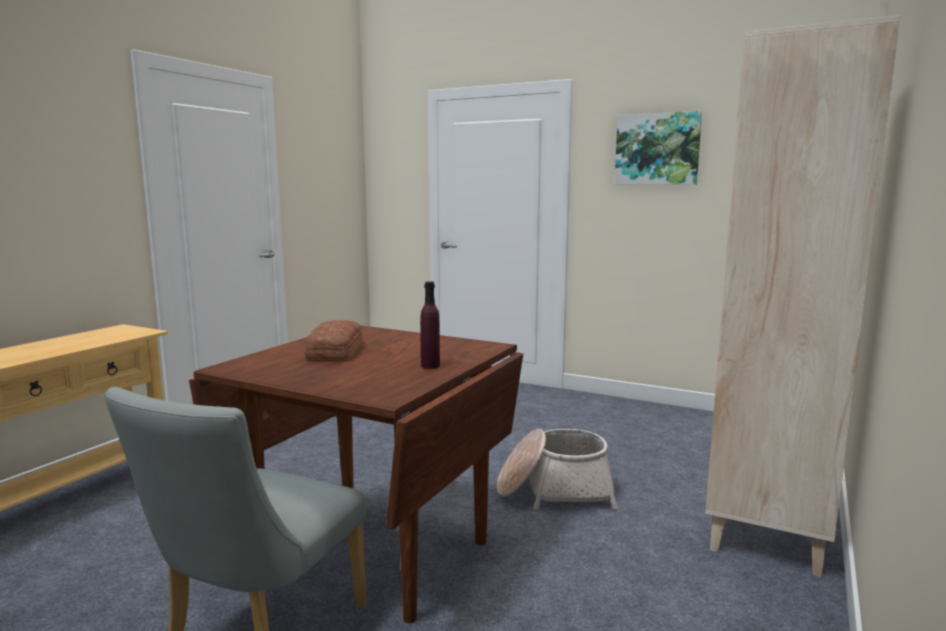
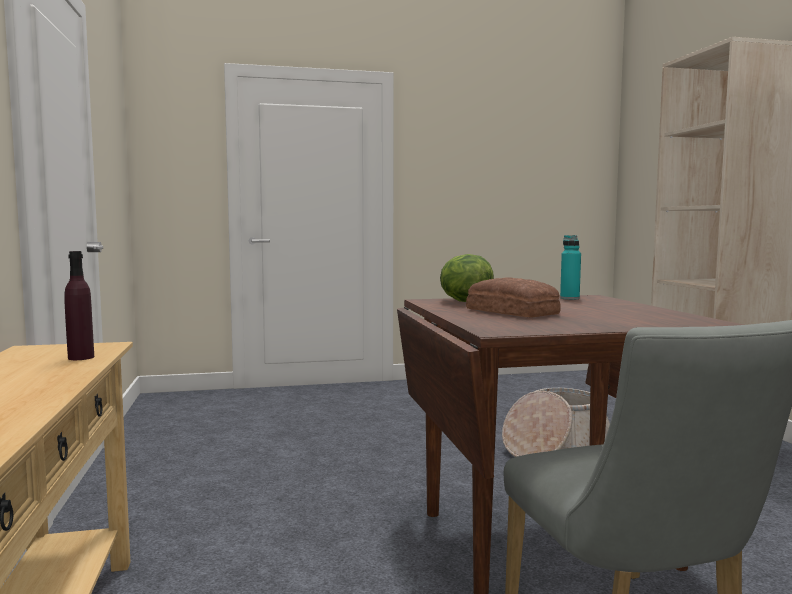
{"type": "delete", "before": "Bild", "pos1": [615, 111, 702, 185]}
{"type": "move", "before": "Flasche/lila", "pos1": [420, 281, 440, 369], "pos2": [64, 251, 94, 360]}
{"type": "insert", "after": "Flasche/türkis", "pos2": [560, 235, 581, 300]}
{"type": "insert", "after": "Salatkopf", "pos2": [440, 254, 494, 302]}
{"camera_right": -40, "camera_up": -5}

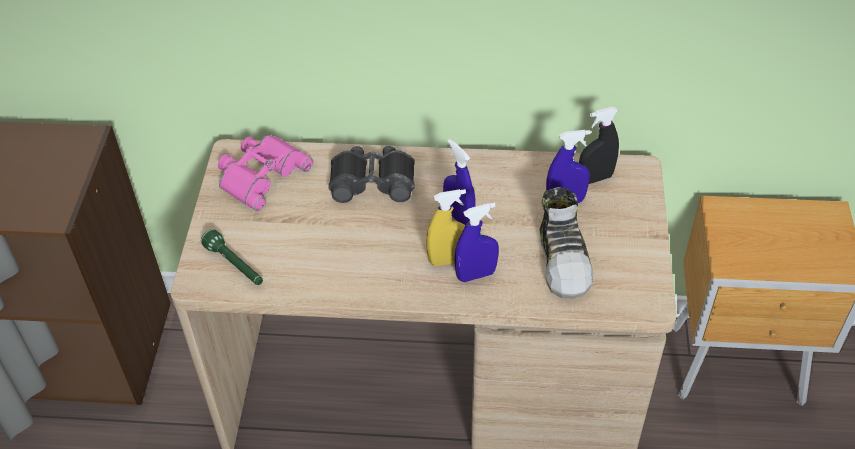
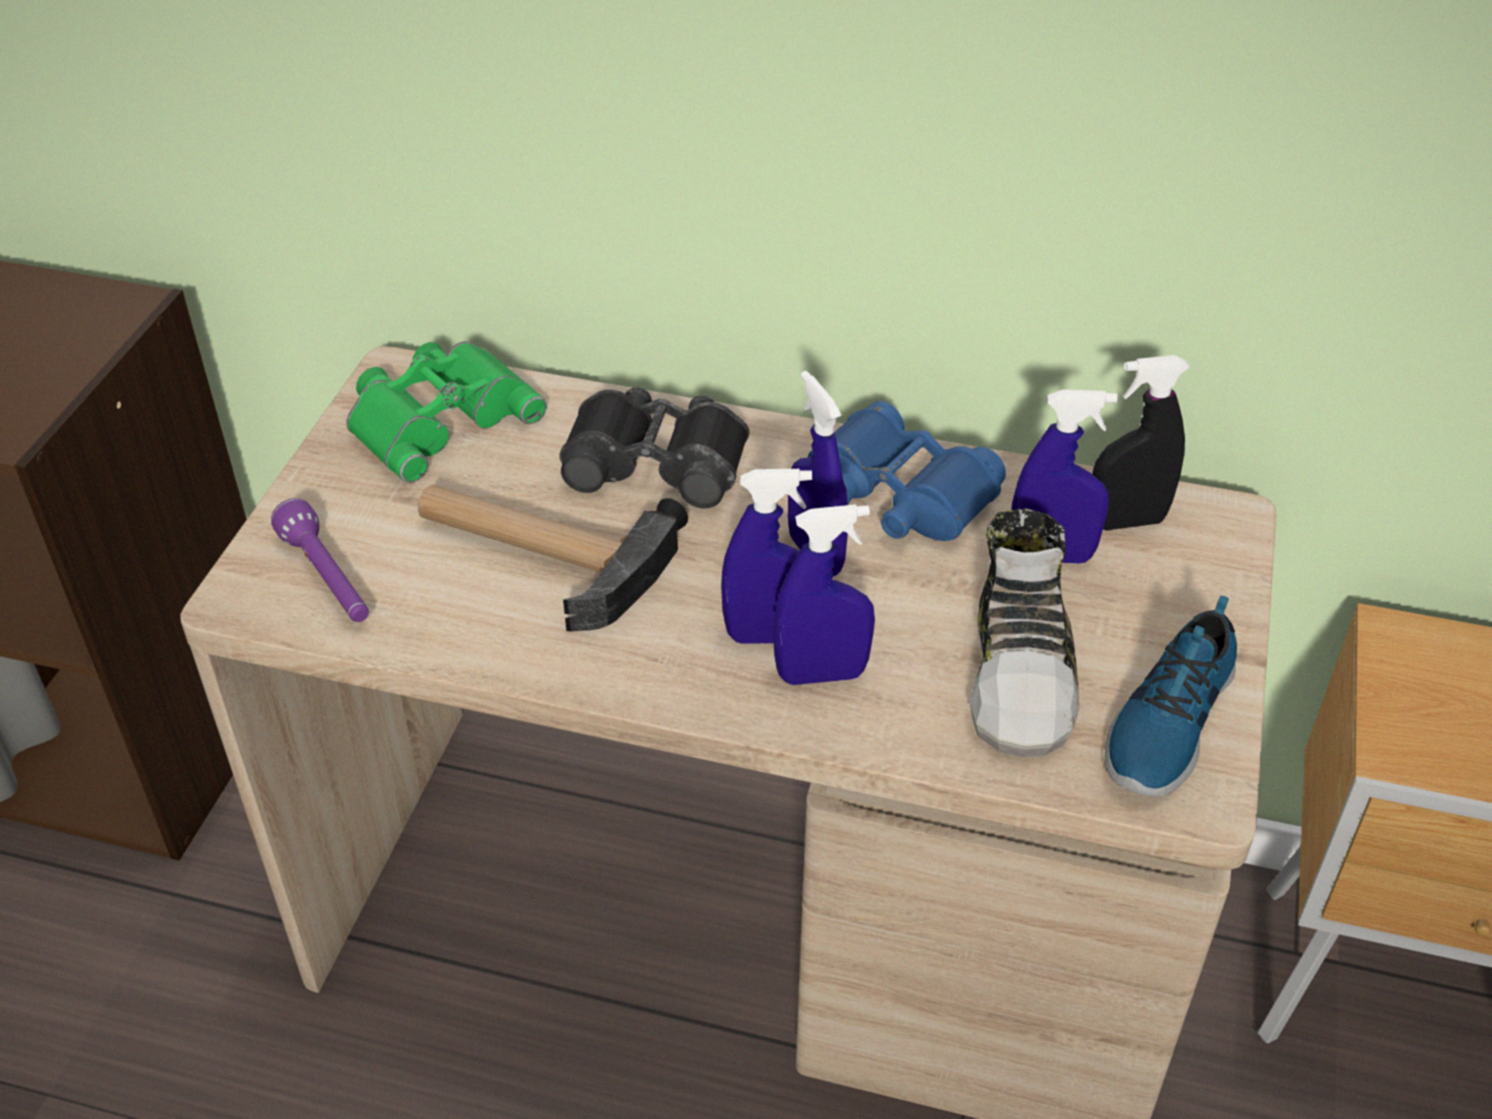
{"type": "recolor", "before": "Fernglas/rosa", "after": "Fernglas/grün", "pos1": [218, 135, 313, 211], "pos2": [346, 341, 547, 483]}
{"type": "recolor", "before": "Sprühflasche/gelb", "after": "Sprühflasche/blau", "pos1": [426, 189, 466, 266], "pos2": [721, 469, 812, 643]}
{"type": "recolor", "before": "Taschenlampe/grün", "after": "Taschenlampe/lila", "pos1": [201, 229, 263, 285], "pos2": [271, 498, 369, 622]}
{"type": "insert", "after": "Fernglas/blau", "pos2": [808, 401, 1006, 541]}
{"type": "insert", "after": "Hammer", "pos2": [418, 485, 688, 631]}
{"type": "insert", "after": "Schuh", "pos2": [1105, 596, 1237, 797]}
{"camera_right": 10, "camera_up": -5}

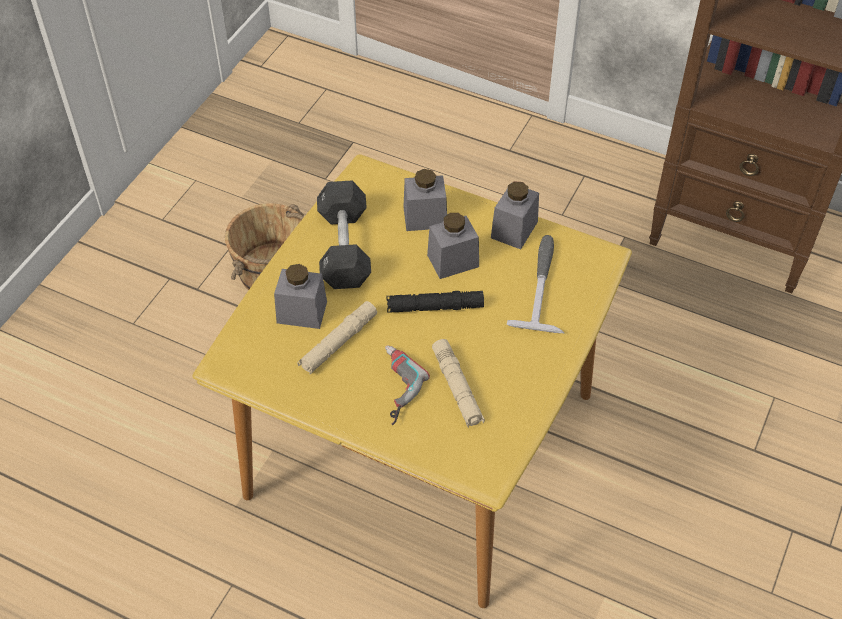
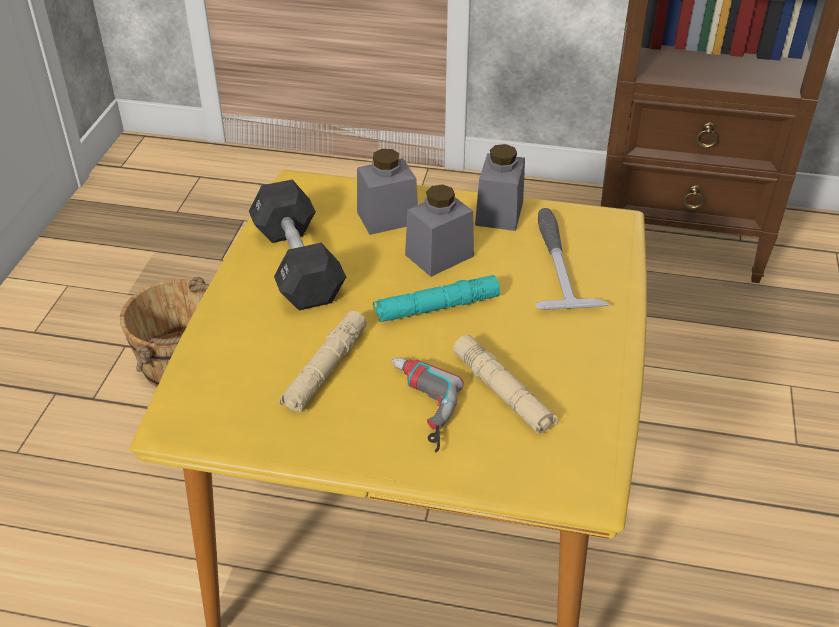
{"type": "delete", "before": "Vorratsglas/grau", "pos1": [274, 264, 327, 329]}
{"type": "recolor", "before": "Taschenlampe/schwarz", "after": "Taschenlampe/türkis", "pos1": [386, 291, 484, 312], "pos2": [373, 275, 500, 322]}
{"camera_right": -15, "camera_up": -10}

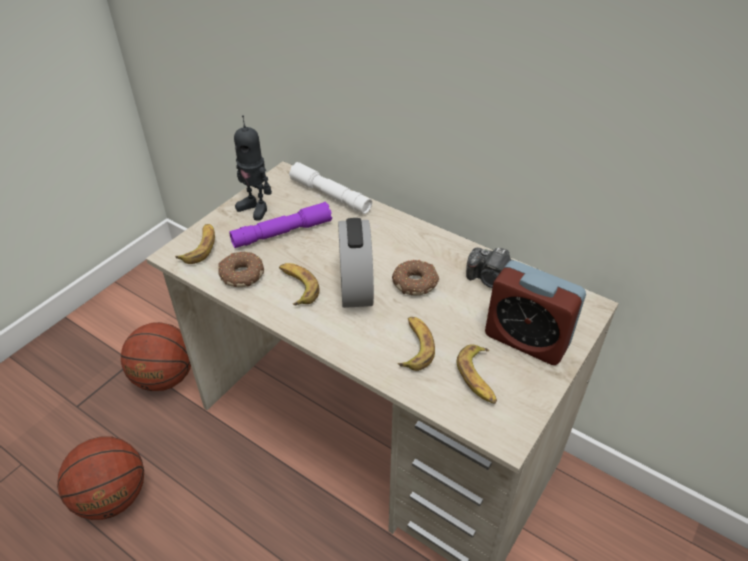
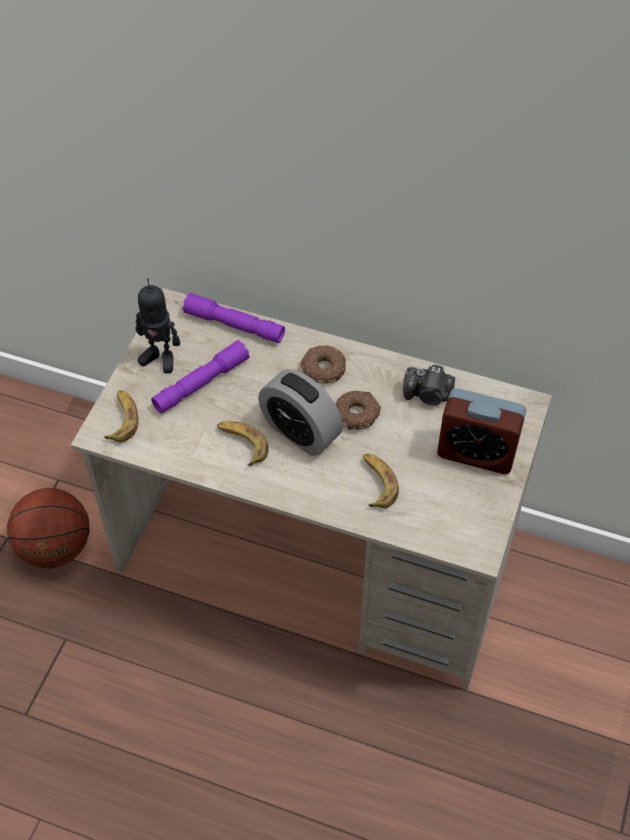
{"type": "recolor", "before": "Taschenlampe/weiß", "after": "Taschenlampe/lila", "pos1": [289, 162, 372, 214], "pos2": [182, 293, 285, 343]}
{"type": "rotate", "before": "Wecker", "pos1": [338, 218, 374, 308], "pos2": [258, 369, 343, 456], "turn": 150}
{"type": "move", "before": "Donut", "pos1": [218, 251, 264, 287], "pos2": [300, 345, 346, 384]}
{"type": "delete", "before": "Banane", "pos1": [456, 344, 497, 404]}
{"type": "delete", "before": "Basketball", "pos1": [57, 436, 144, 520]}
{"camera_right": -15, "camera_up": 10}

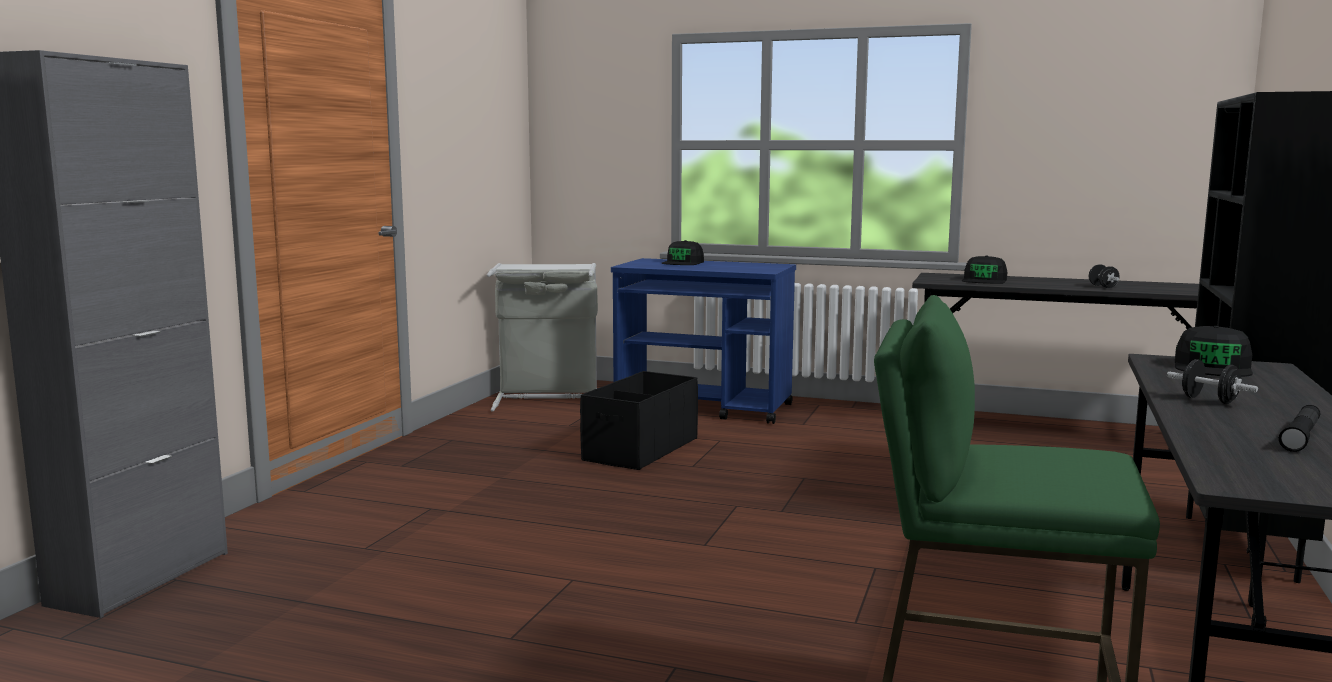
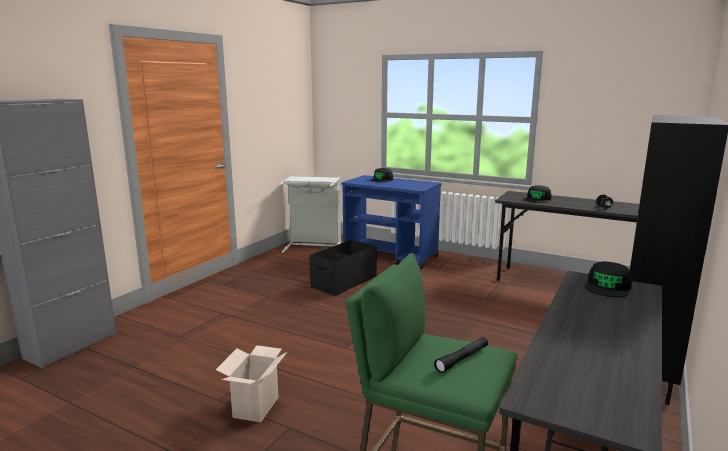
{"type": "delete", "before": "Hantel/schwarz", "pos1": [1167, 359, 1258, 404]}
{"type": "move", "before": "Taschenlampe/schwarz", "pos1": [1279, 405, 1320, 452], "pos2": [434, 337, 488, 373]}
{"type": "insert", "after": "Karton", "pos2": [216, 345, 287, 422]}
{"camera_right": 10, "camera_up": 5}

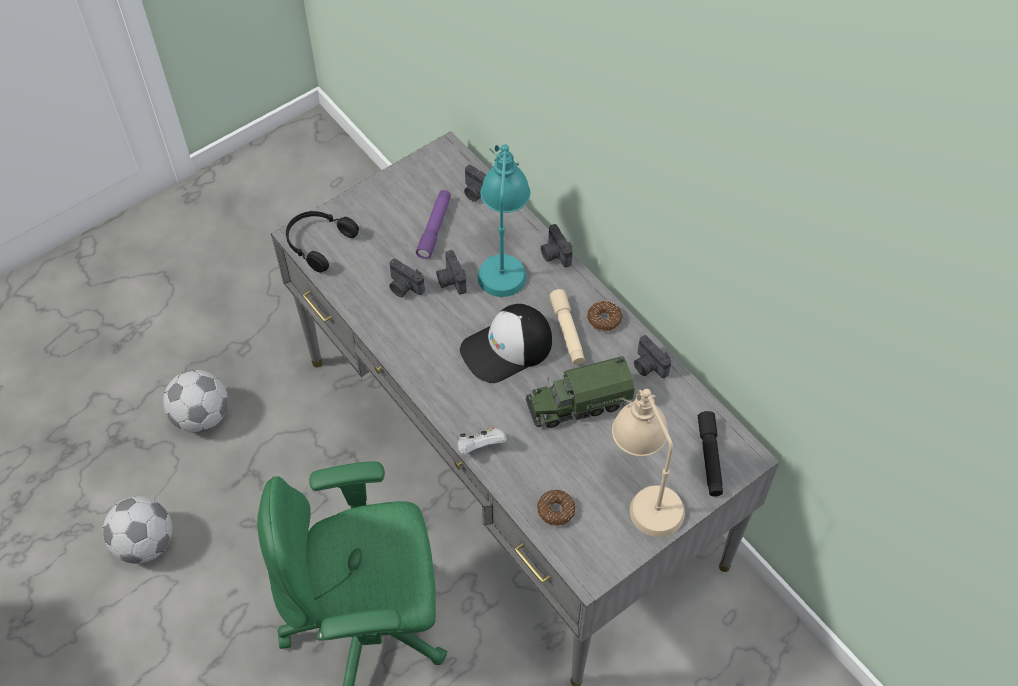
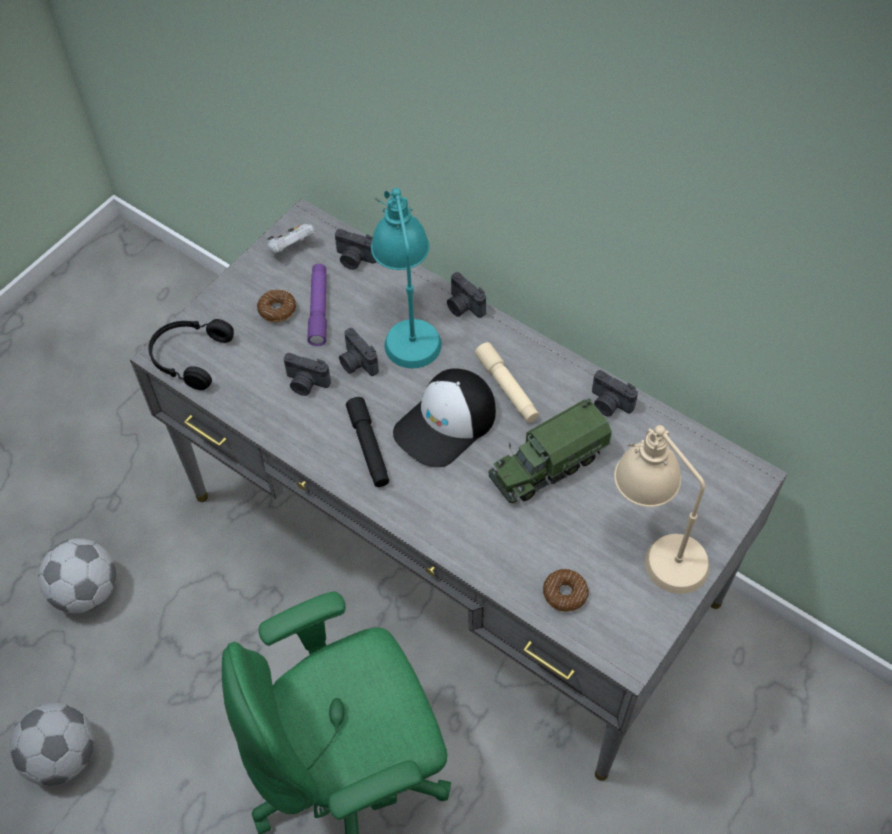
{"type": "move", "before": "Donut", "pos1": [587, 301, 622, 332], "pos2": [257, 289, 296, 323]}
{"type": "move", "before": "Taschenlampe/schwarz", "pos1": [698, 411, 723, 497], "pos2": [346, 397, 389, 487]}
{"type": "move", "before": "Gamepad/weiß", "pos1": [458, 428, 507, 455], "pos2": [267, 224, 316, 254]}
{"camera_right": -15, "camera_up": 0}

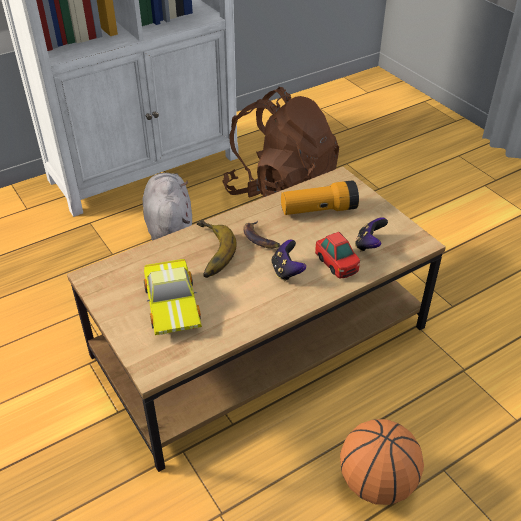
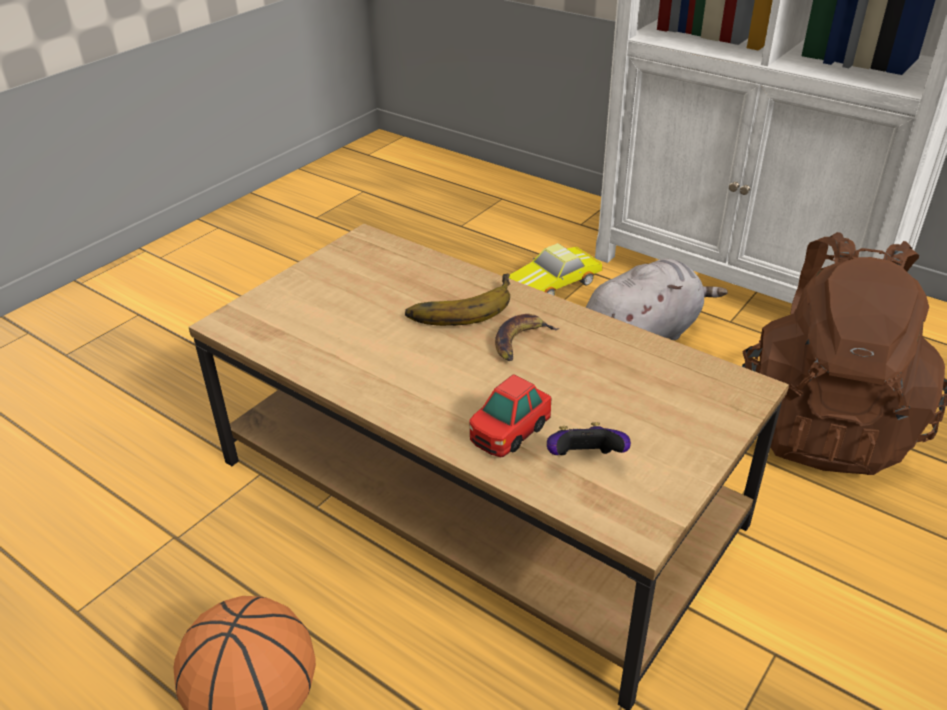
{"type": "delete", "before": "Taschenlampe", "pos1": [281, 180, 359, 215]}
{"type": "delete", "before": "Gamepad", "pos1": [271, 239, 306, 281]}
{"type": "move", "before": "Spielzeugauto", "pos1": [144, 259, 202, 335], "pos2": [509, 243, 602, 295]}
{"camera_right": 70, "camera_up": -5}

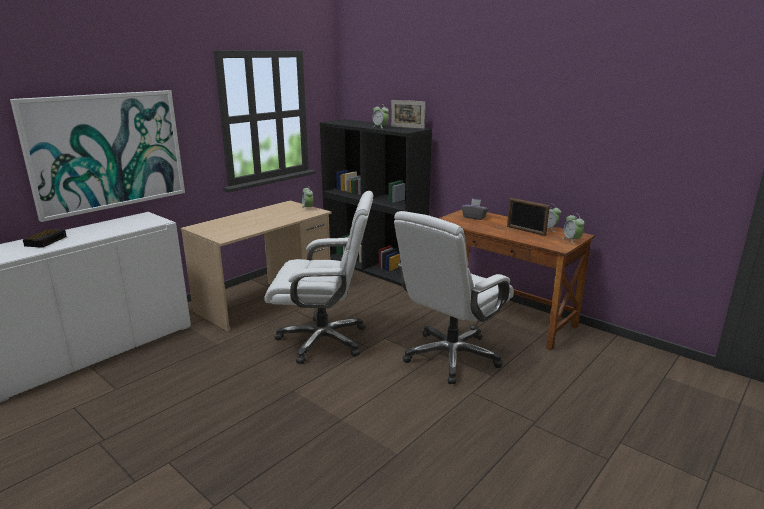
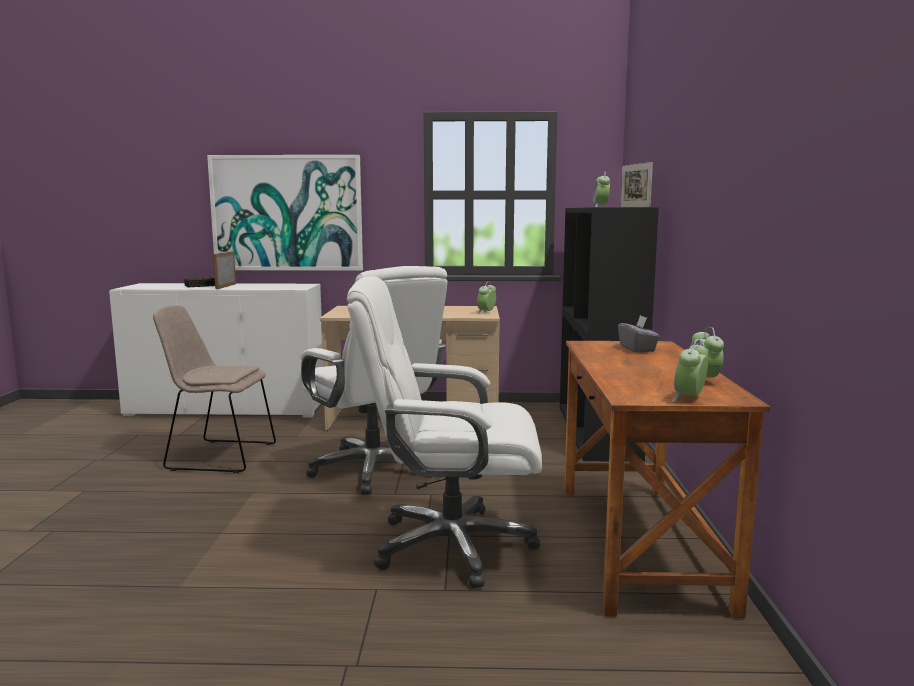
{"type": "move", "before": "Bilderrahmen", "pos1": [507, 198, 550, 236], "pos2": [213, 251, 236, 289]}
{"type": "insert", "after": "Stuhl/beige", "pos2": [153, 305, 276, 473]}
{"camera_right": 50, "camera_up": -10}

